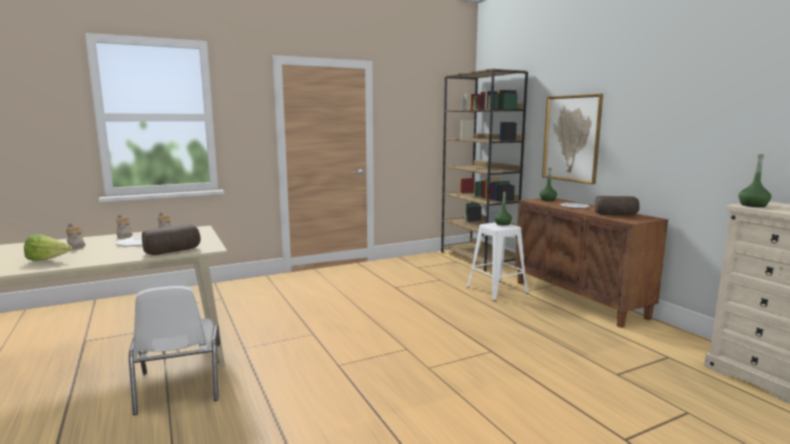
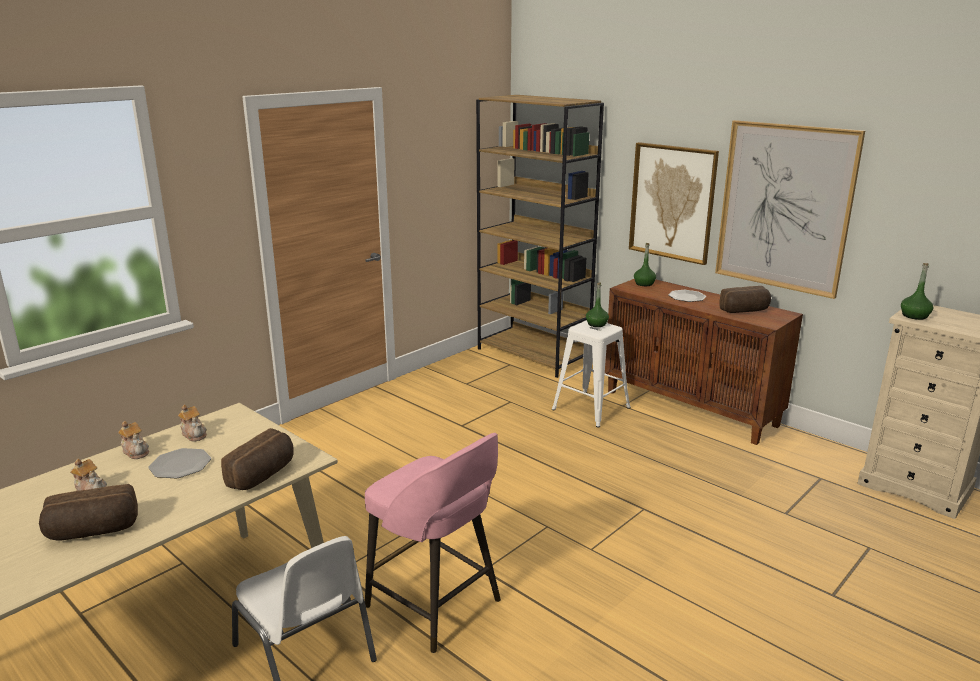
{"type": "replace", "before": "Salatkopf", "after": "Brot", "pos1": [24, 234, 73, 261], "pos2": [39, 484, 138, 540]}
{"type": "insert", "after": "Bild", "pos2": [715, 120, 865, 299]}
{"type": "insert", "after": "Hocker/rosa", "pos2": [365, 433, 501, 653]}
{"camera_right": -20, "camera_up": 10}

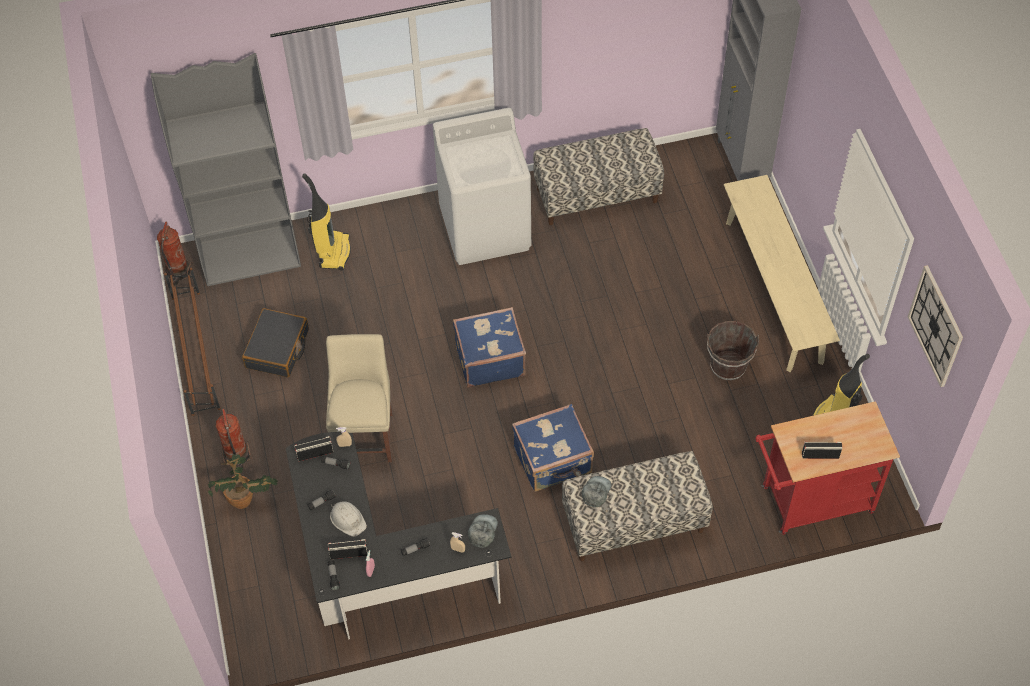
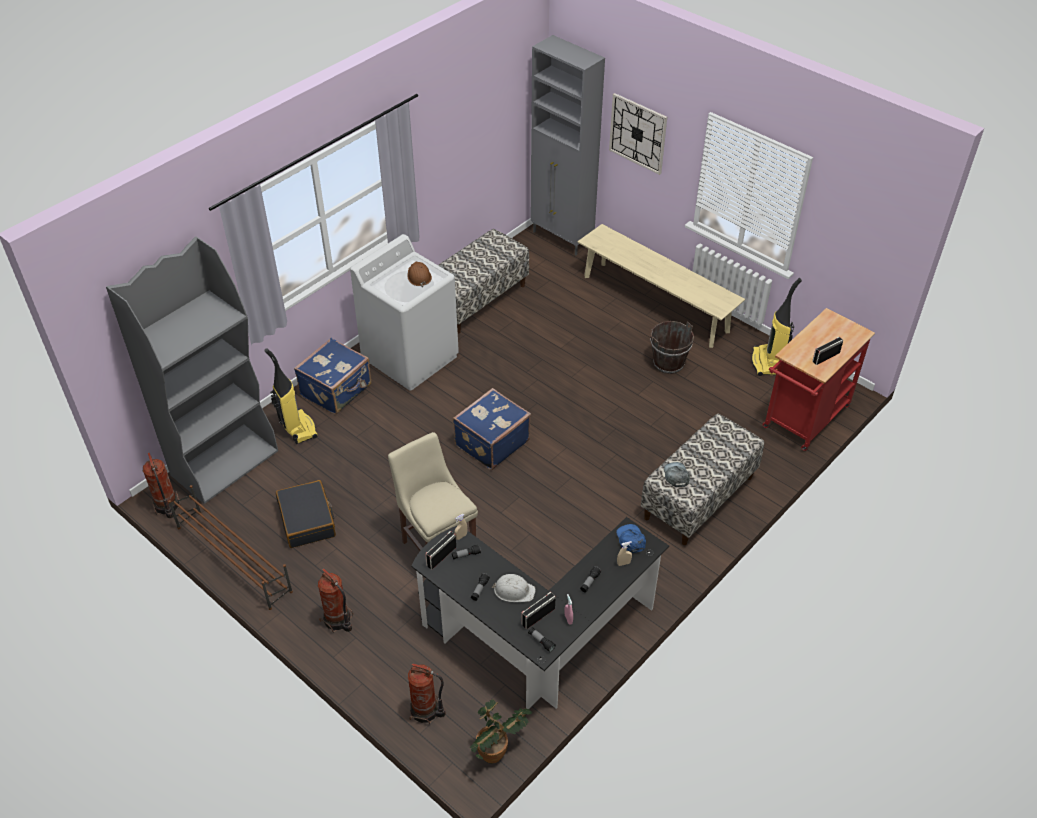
{"type": "move", "before": "Wanduhr", "pos1": [908, 265, 963, 387], "pos2": [609, 93, 667, 175]}
{"type": "move", "before": "Koffer/blau", "pos1": [512, 404, 594, 492], "pos2": [294, 338, 372, 414]}
{"type": "move", "before": "Topfpflanze", "pos1": [208, 454, 278, 509], "pos2": [470, 699, 532, 764]}
{"type": "recolor", "before": "Kappe/grau", "after": "Kappe/blau", "pos1": [468, 514, 498, 548], "pos2": [616, 524, 646, 553]}
{"type": "insert", "after": "Schutzhelm/braun", "pos2": [408, 262, 432, 287]}
{"type": "insert", "after": "Feuerlöscher", "pos2": [408, 663, 446, 724]}
{"camera_right": -35, "camera_up": -10}

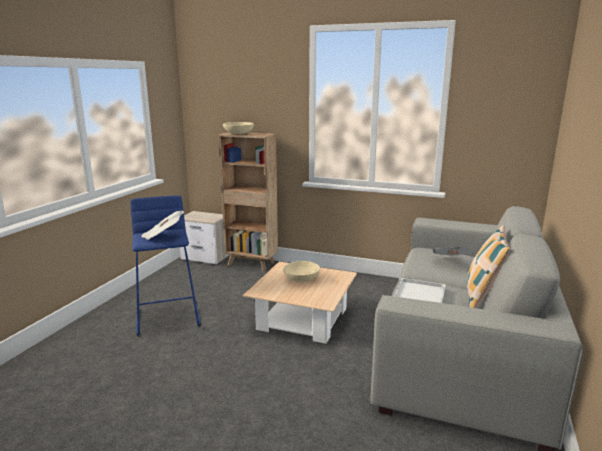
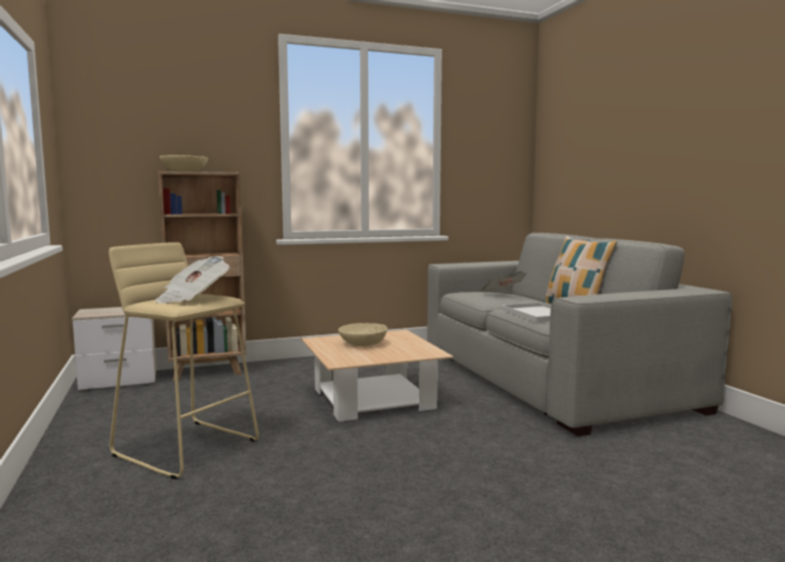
{"type": "recolor", "before": "Hocker/blau", "after": "Hocker/beige", "pos1": [131, 195, 201, 336], "pos2": [109, 242, 259, 479]}
{"camera_right": -40, "camera_up": -10}

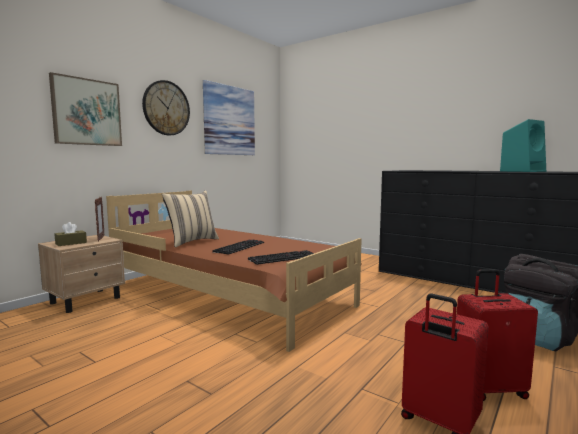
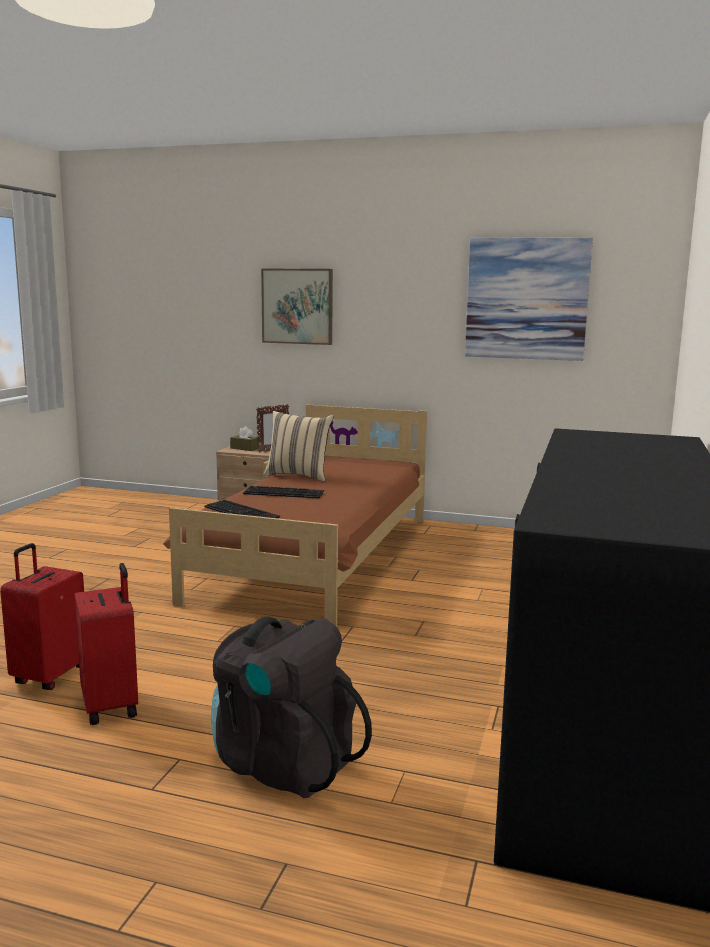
{"type": "delete", "before": "Wanduhr", "pos1": [142, 80, 190, 135]}
{"type": "delete", "before": "Lautsprecher/türkis", "pos1": [500, 119, 546, 172]}
{"camera_right": 70, "camera_up": 5}

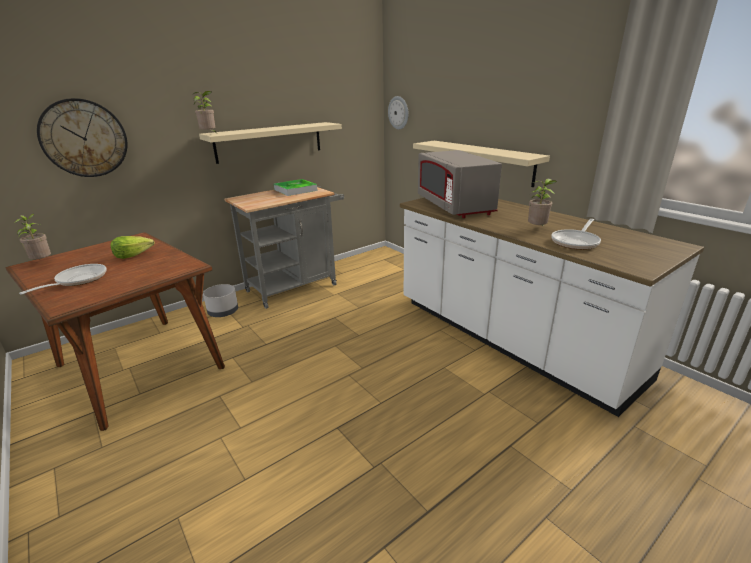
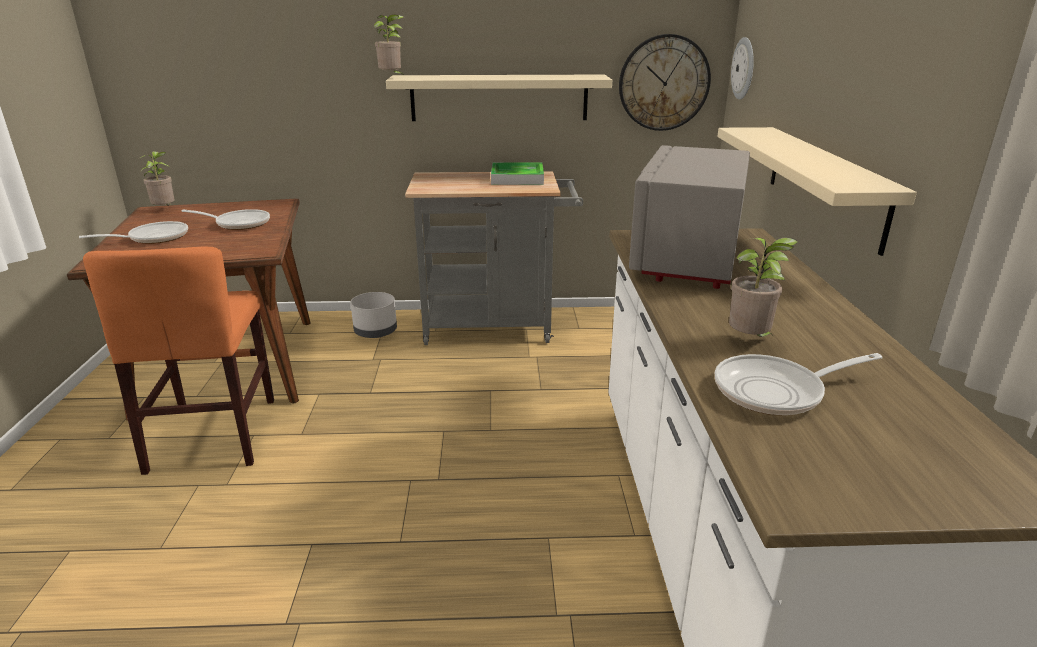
{"type": "move", "before": "Wanduhr", "pos1": [37, 98, 127, 177], "pos2": [619, 34, 711, 131]}
{"type": "replace", "before": "Salatkopf", "after": "Pfanne", "pos1": [111, 236, 154, 259], "pos2": [182, 209, 270, 230]}
{"type": "insert", "after": "Stuhl/orange", "pos2": [83, 246, 274, 475]}
{"camera_right": 35, "camera_up": 0}

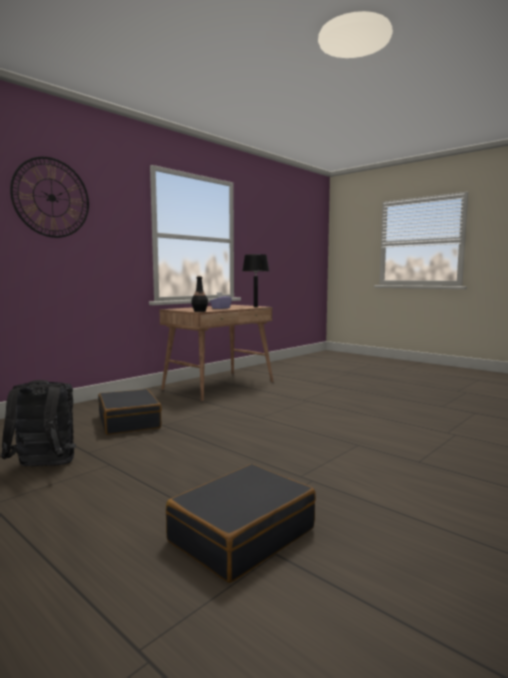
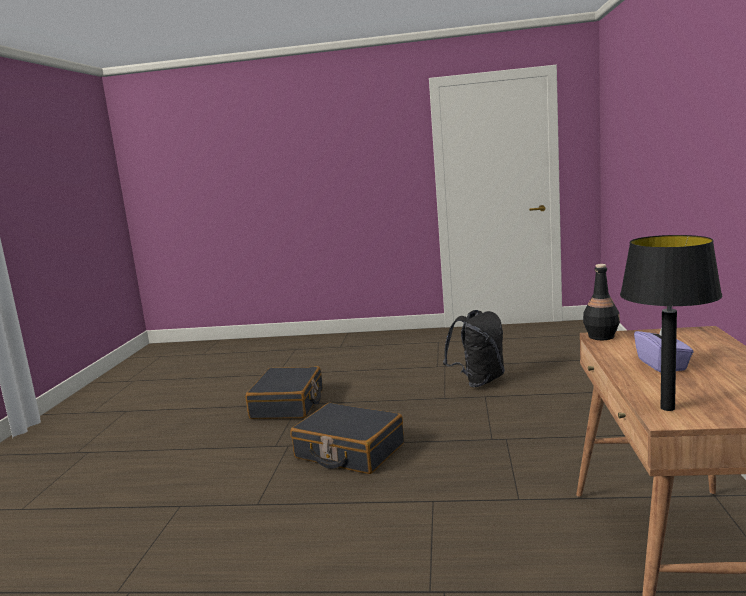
{"type": "delete", "before": "Wanduhr", "pos1": [10, 157, 89, 238]}
{"type": "move", "before": "Koffer/schwarz", "pos1": [98, 389, 162, 435], "pos2": [290, 403, 404, 474]}
{"camera_right": 145, "camera_up": 5}

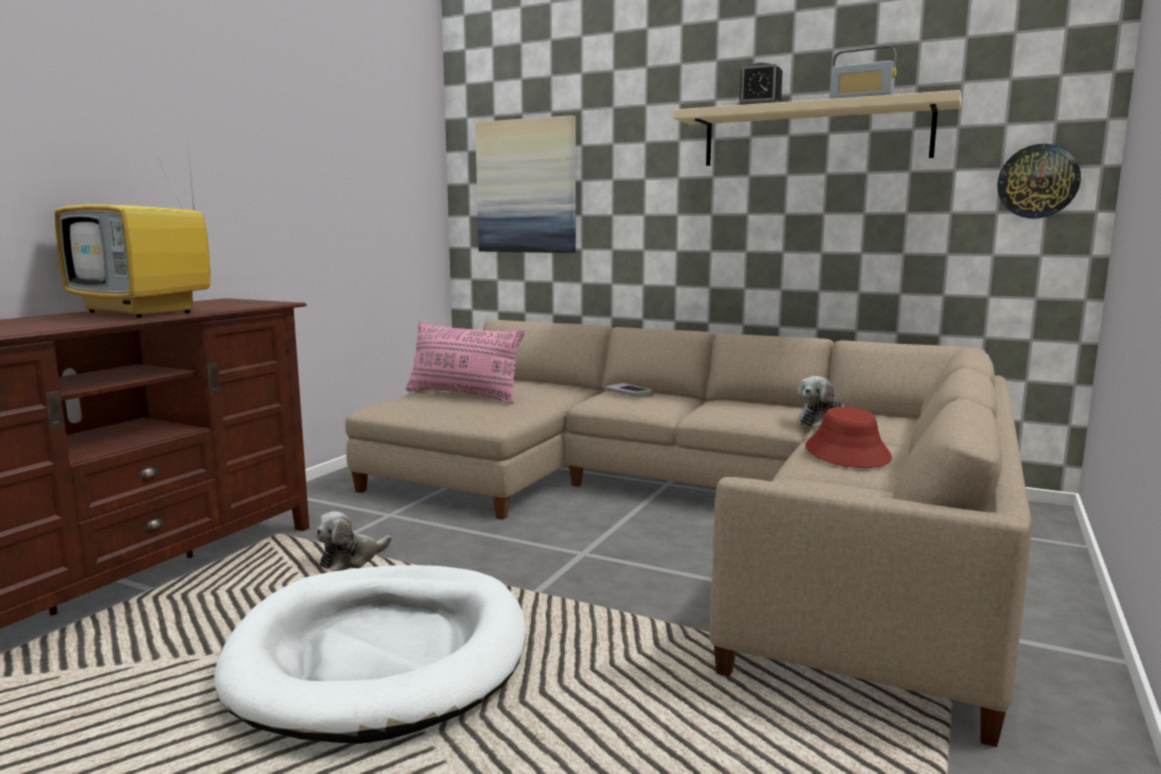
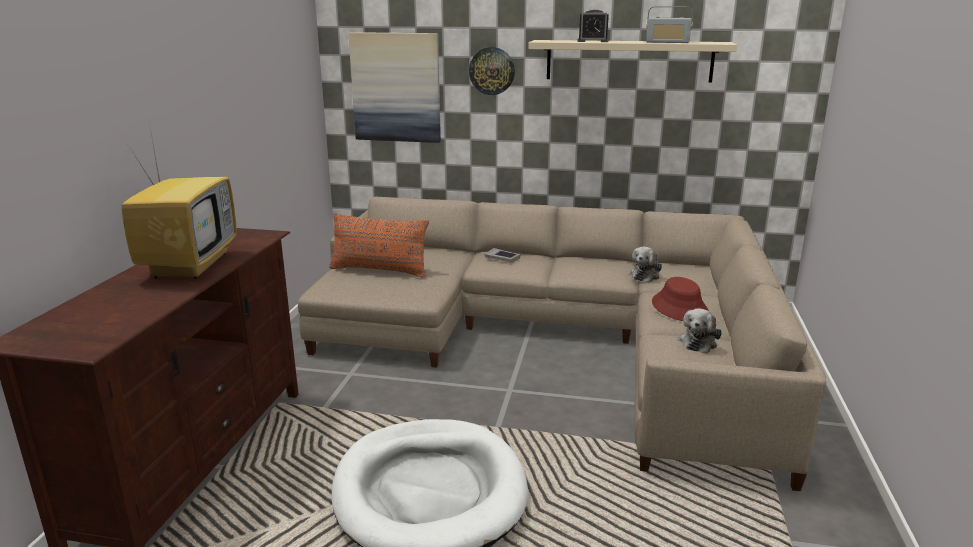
{"type": "rotate", "before": "Fernseher", "pos1": [55, 139, 210, 318], "pos2": [122, 128, 237, 279], "turn": -105}
{"type": "move", "before": "Wanduhr", "pos1": [997, 144, 1081, 218], "pos2": [469, 47, 515, 95]}
{"type": "recolor", "before": "Kissen/rosa", "after": "Kissen/orange", "pos1": [406, 322, 525, 404], "pos2": [329, 213, 429, 277]}
{"type": "move", "before": "Plüschtier", "pos1": [315, 511, 392, 571], "pos2": [678, 308, 722, 354]}
{"camera_right": -15, "camera_up": 10}

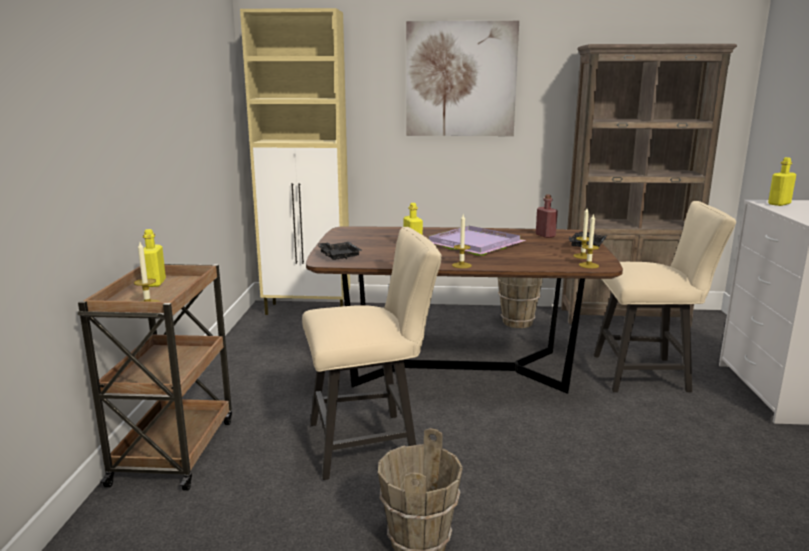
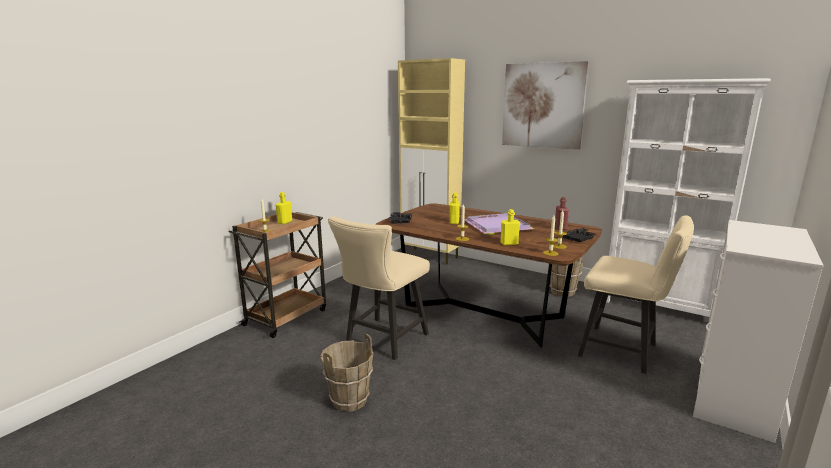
{"type": "recolor", "before": "Bücherregal/braun", "after": "Bücherregal/weiß", "pos1": [561, 44, 737, 327], "pos2": [606, 78, 771, 317]}
{"type": "move", "before": "Flasche/gelb", "pos1": [768, 157, 796, 206], "pos2": [501, 209, 520, 245]}
{"type": "rotate", "before": "Stuhl/beige", "pos1": [302, 227, 442, 480], "pos2": [328, 216, 430, 360], "turn": 105}
{"camera_right": 30, "camera_up": 0}

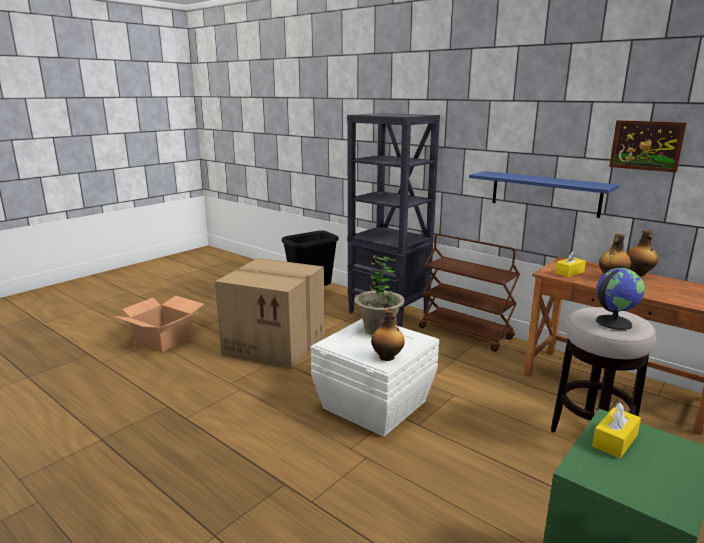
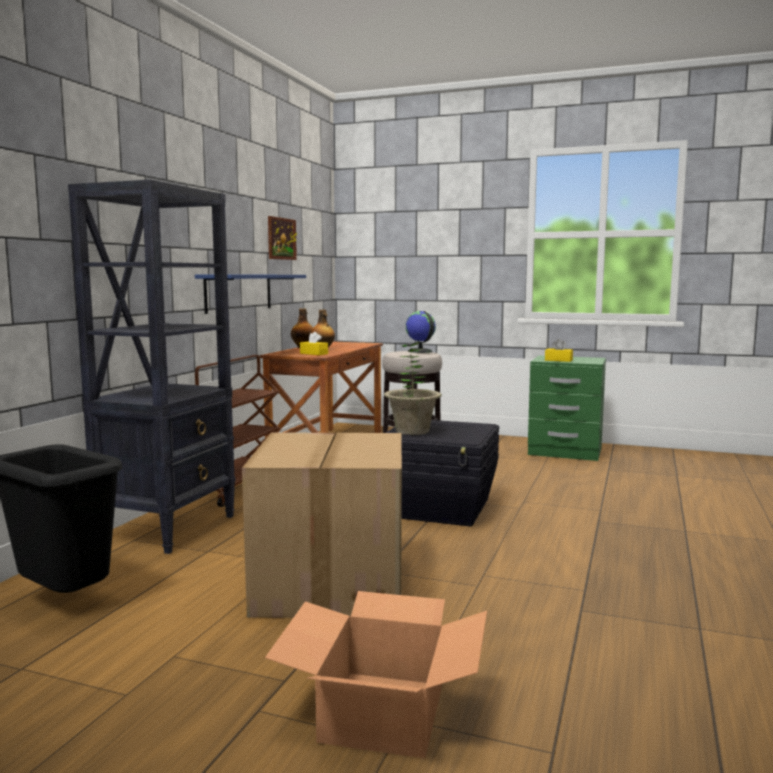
{"type": "delete", "before": "Flasche", "pos1": [371, 308, 405, 361]}
{"type": "recolor", "before": "Aufbewahrungsbox/weiß", "after": "Aufbewahrungsbox/schwarz", "pos1": [310, 318, 439, 437], "pos2": [386, 420, 499, 527]}
{"camera_right": -110, "camera_up": -10}

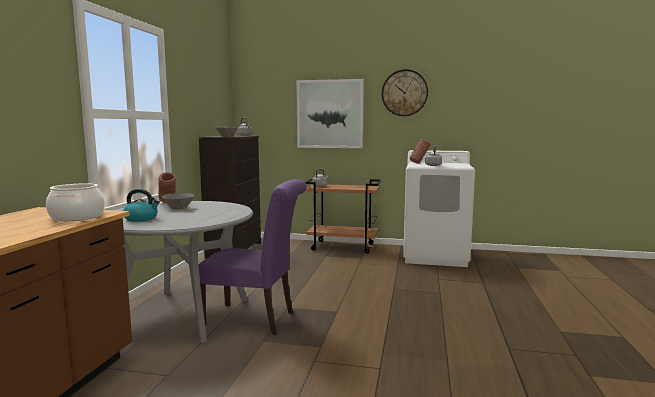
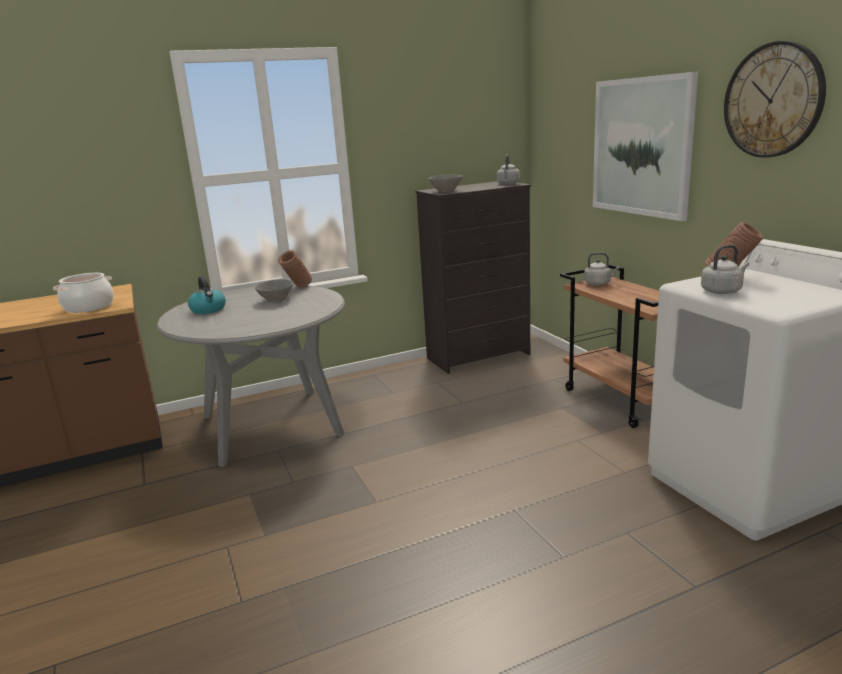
{"type": "delete", "before": "Stuhl/lila", "pos1": [198, 179, 307, 335]}
{"camera_right": 55, "camera_up": 10}

